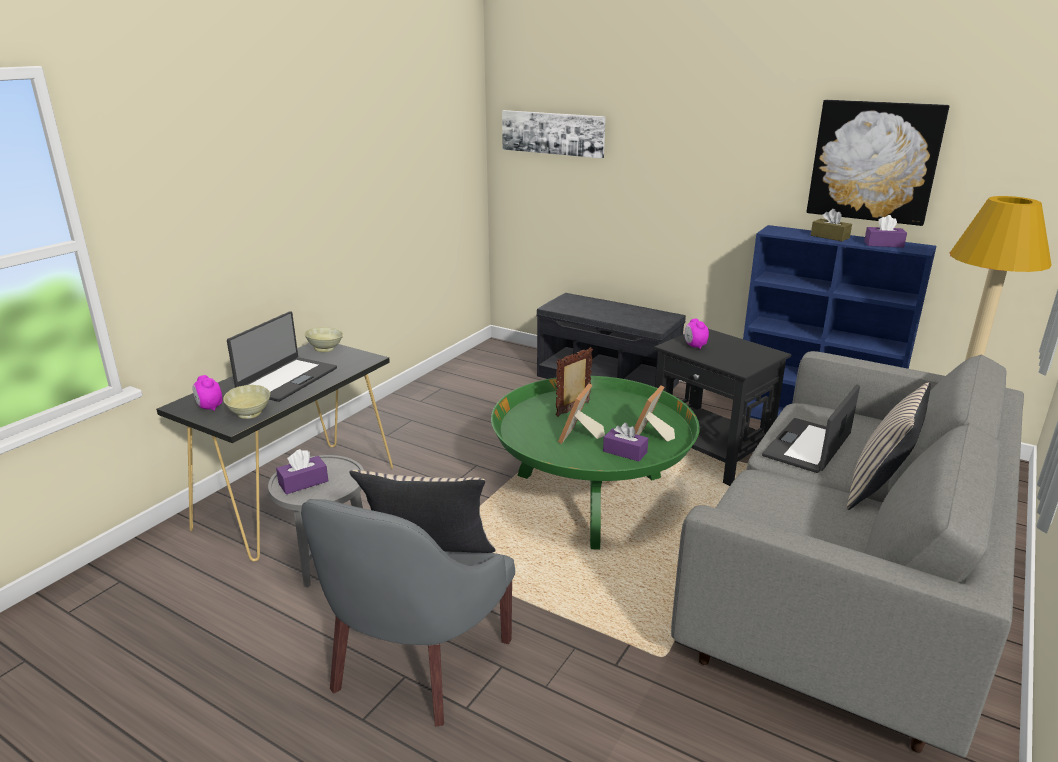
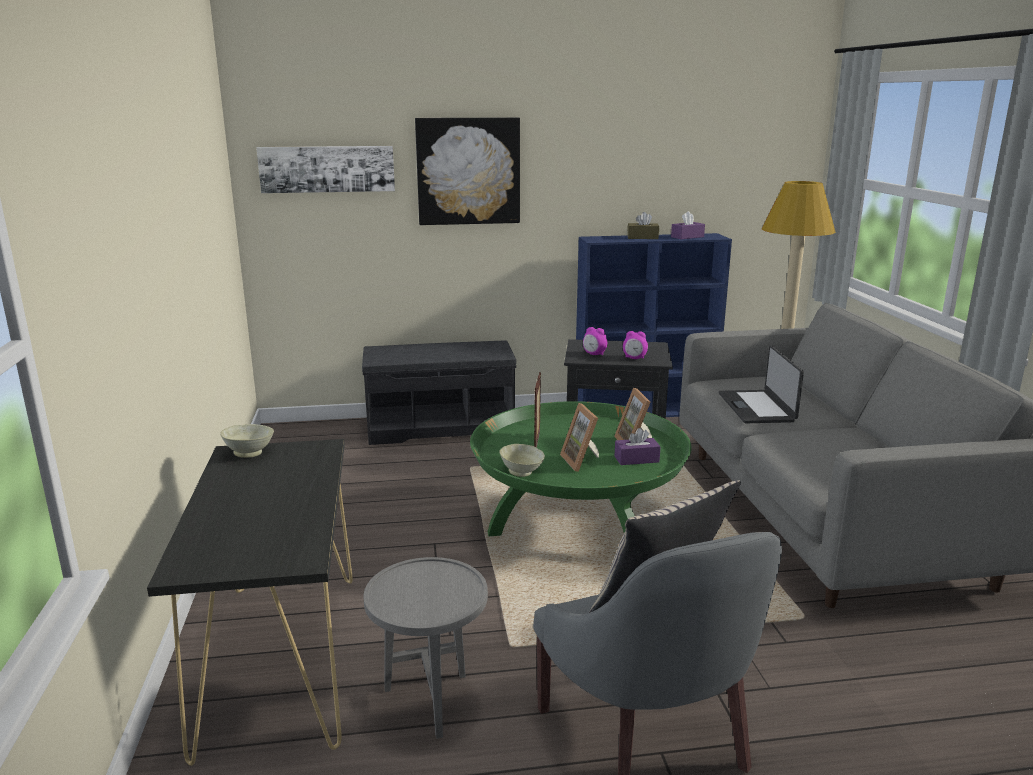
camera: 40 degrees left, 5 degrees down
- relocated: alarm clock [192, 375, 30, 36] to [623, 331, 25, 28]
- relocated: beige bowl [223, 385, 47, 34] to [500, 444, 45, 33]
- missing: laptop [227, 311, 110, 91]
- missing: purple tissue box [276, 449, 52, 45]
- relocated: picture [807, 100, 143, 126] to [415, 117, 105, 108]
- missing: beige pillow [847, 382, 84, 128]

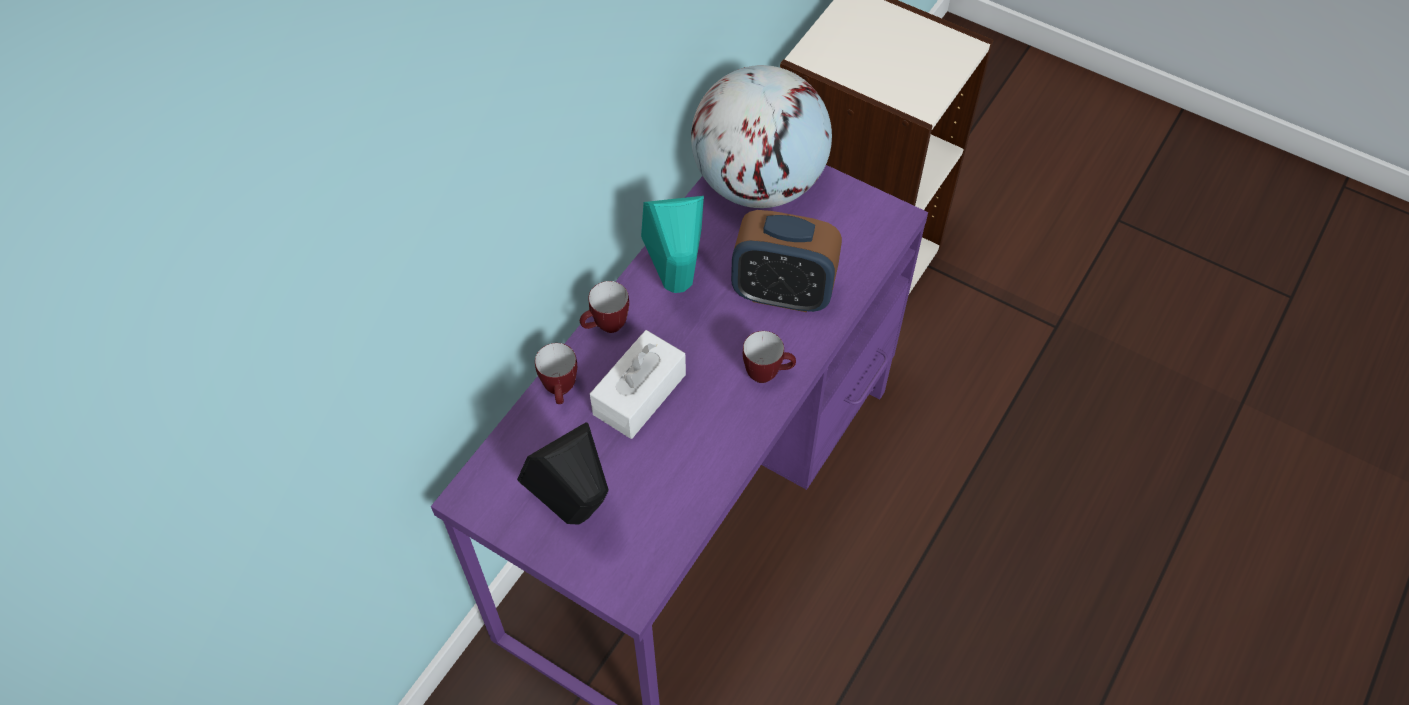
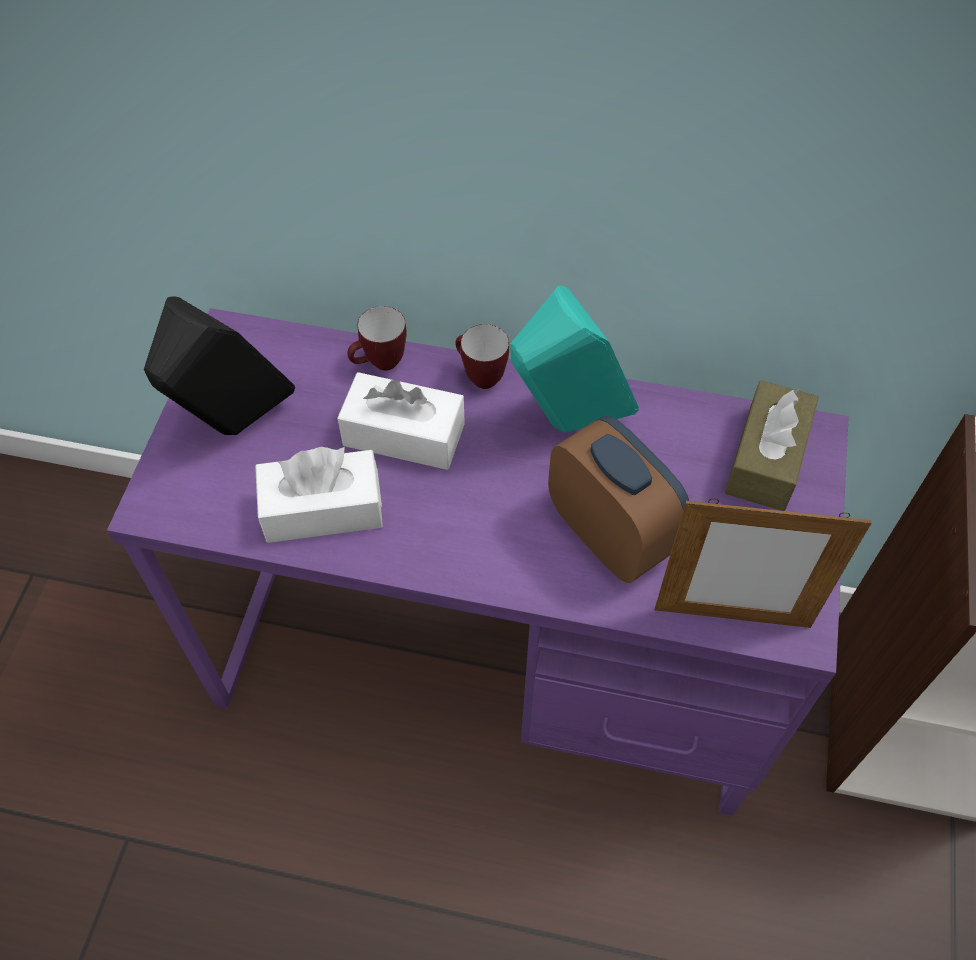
camera: 70 degrees right, 0 degrees up
- exchanged: globe [691, 65, 141, 143] to brown tissue box [725, 380, 94, 131]
- spun: alarm clock [731, 210, 111, 102] = [548, 416, 141, 167] 150 degrees clockwise
- missing: mug [743, 331, 53, 52]
- appeared: white tissue box [255, 447, 128, 96]
- appeared: picture frame [655, 498, 217, 130]

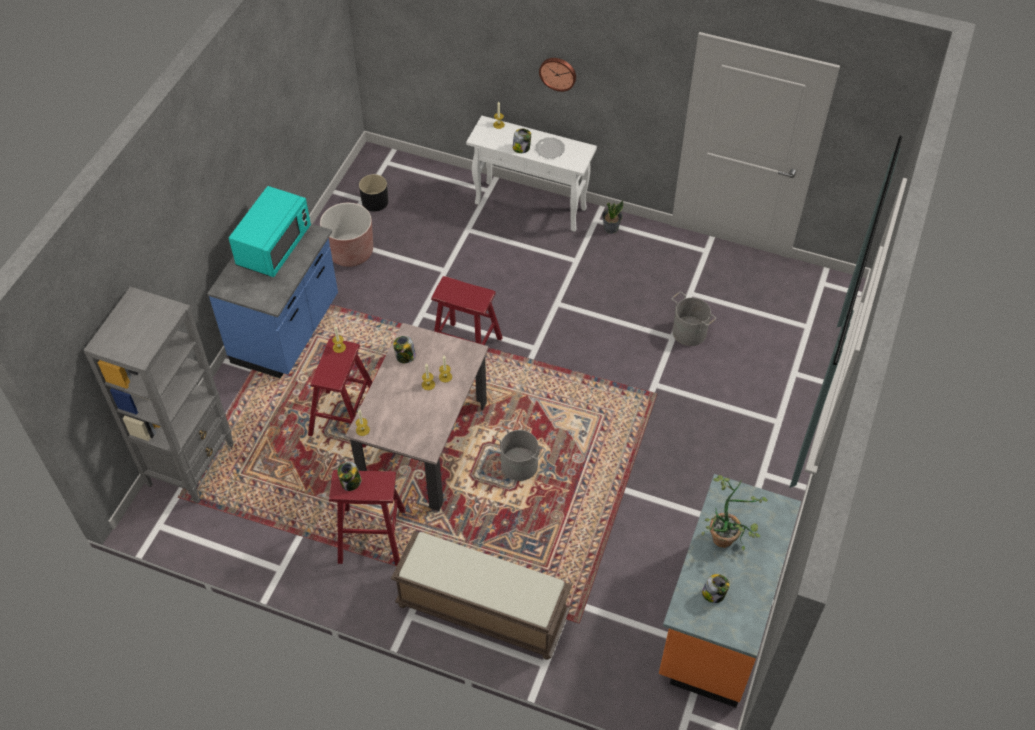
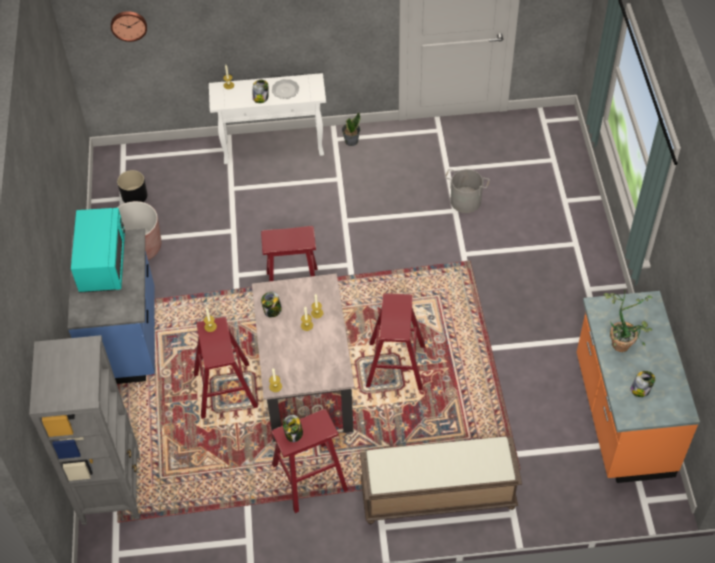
camera: 25 degrees left, 0 degrees up
- exchanged: grey bucket [494, 427, 52, 54] to red stool [366, 293, 59, 97]
- relocated: wall clock [539, 58, 37, 34] to [111, 11, 36, 31]

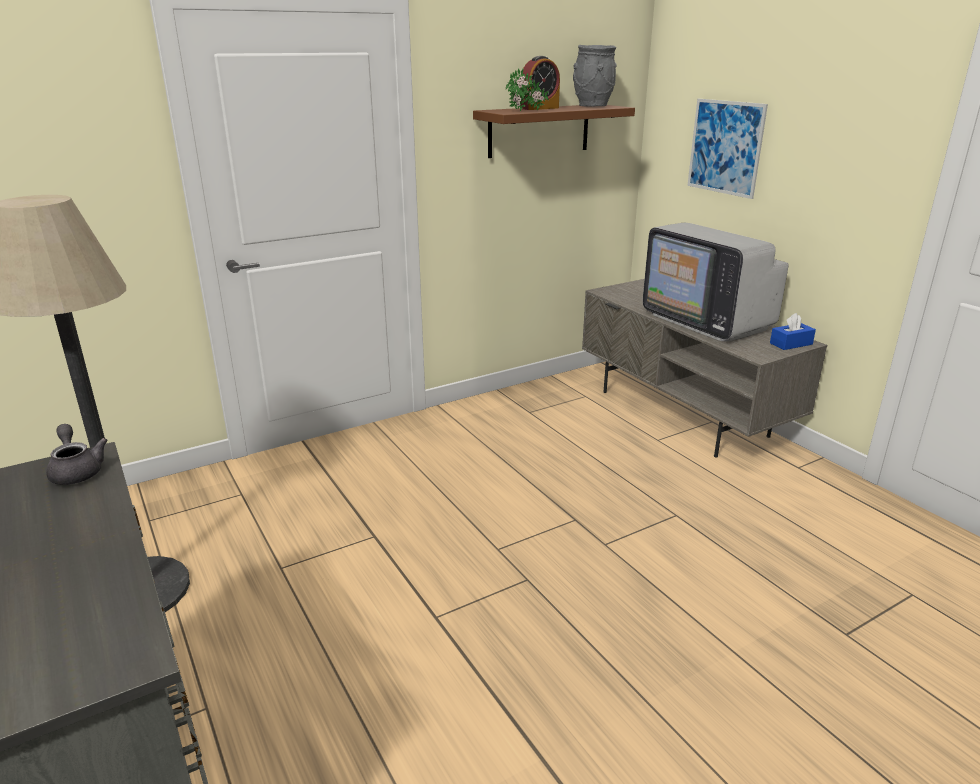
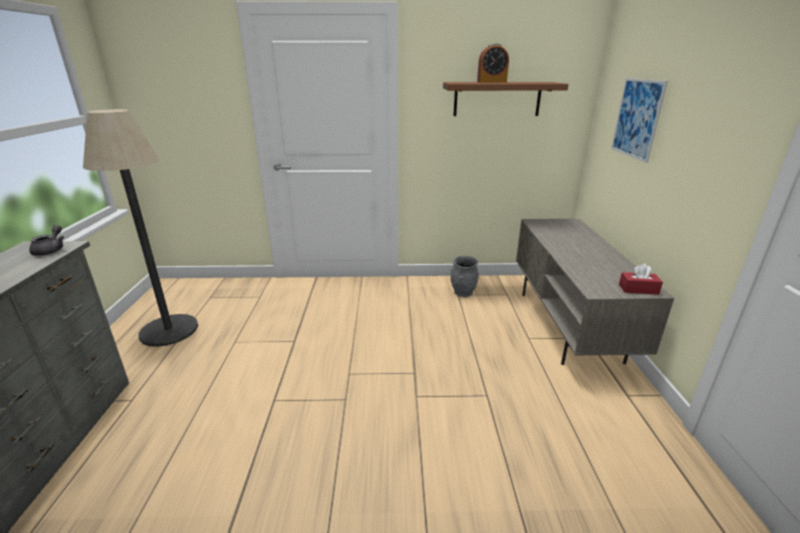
camera: 30 degrees right, 0 degrees up
- missing: potted plant [506, 68, 43, 44]
- relocated: grey vase [573, 45, 44, 62] to [450, 256, 29, 41]
- missing: television [643, 223, 146, 118]
- colour: blue tissue box [770, 313, 46, 37] to red tissue box [619, 264, 44, 31]

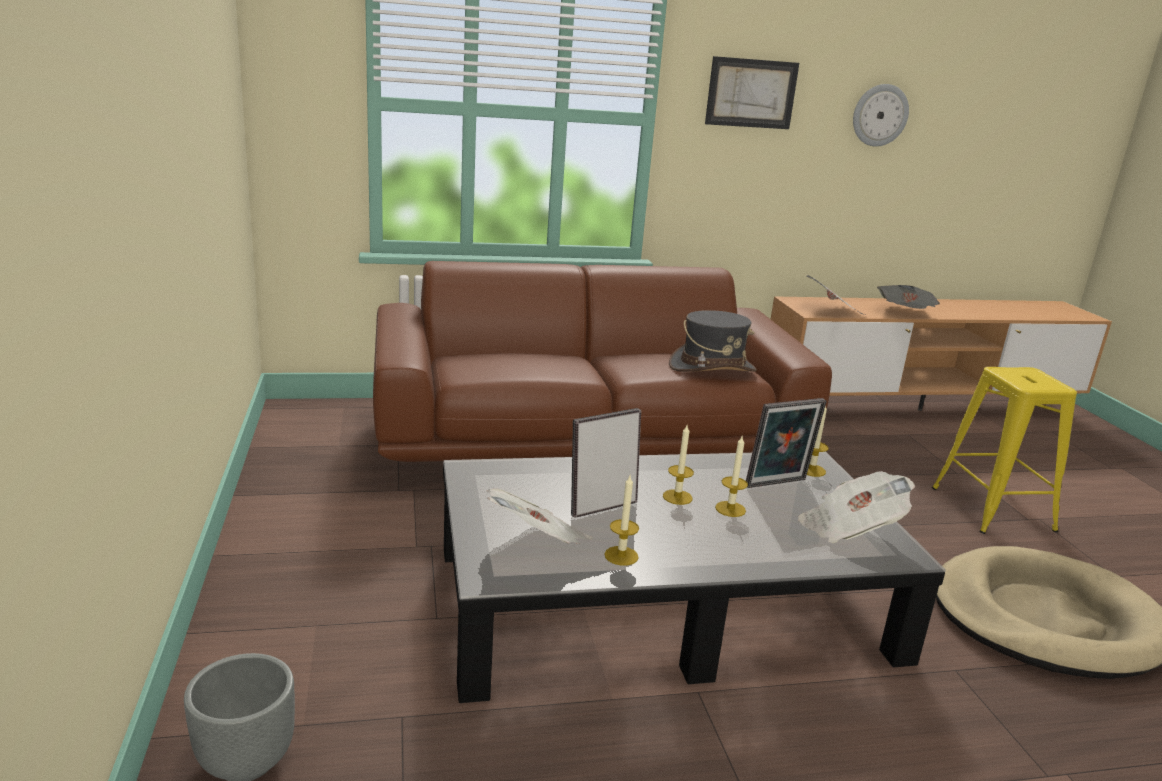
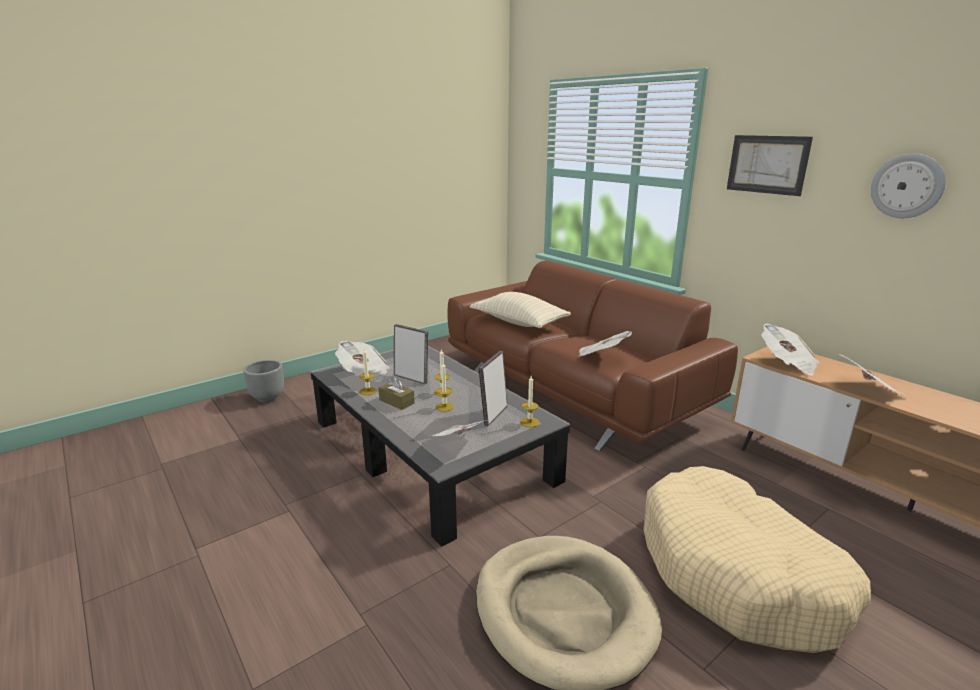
camera: 65 degrees right, 0 degrees up
- exchanged: grey hat [669, 310, 87, 62] to newspaper [579, 331, 53, 26]
- spun: picture frame [746, 398, 81, 90] = [478, 351, 29, 75] 75 degrees clockwise
- exchanged: yellow stool [932, 367, 145, 167] to beige dog bed [644, 466, 227, 187]
- appeared: brown tissue box [378, 376, 37, 34]
- appeared: beige pillow [470, 292, 101, 36]

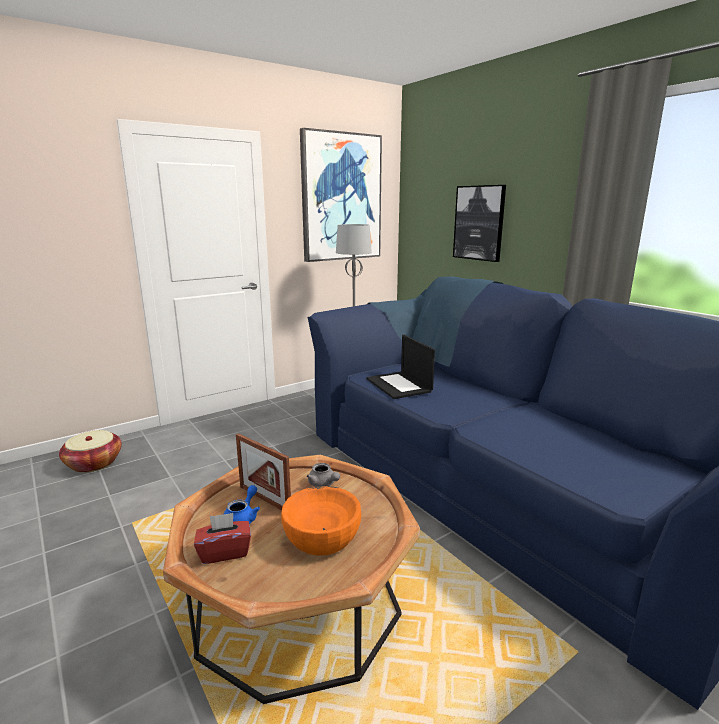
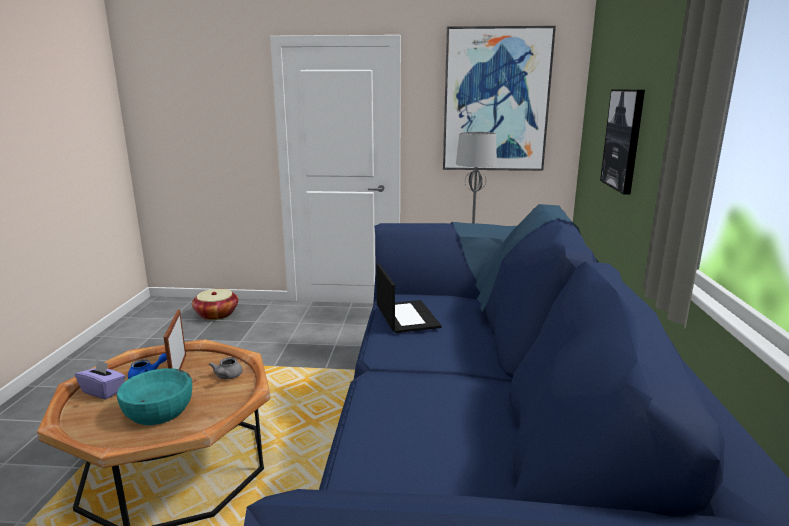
camera: 40 degrees right, 0 degrees up
- colour: red tissue box [194, 513, 57, 51] to purple tissue box [75, 360, 51, 40]
- colour: orange bowl [281, 486, 80, 70] to turquoise bowl [117, 368, 75, 57]
- spun: laptop [366, 335, 69, 64] = [376, 263, 65, 70] 150 degrees clockwise

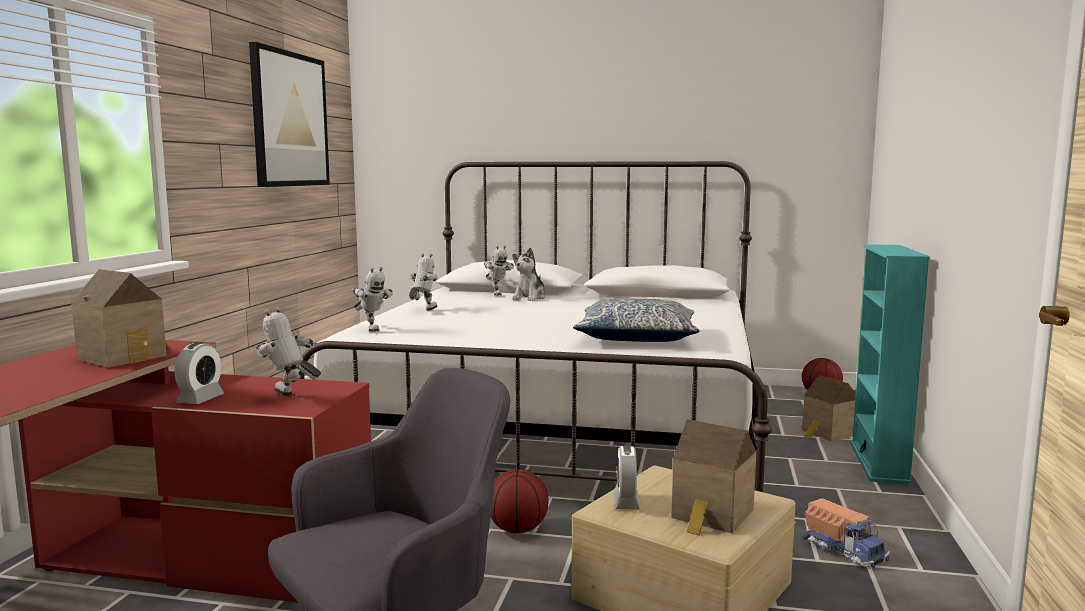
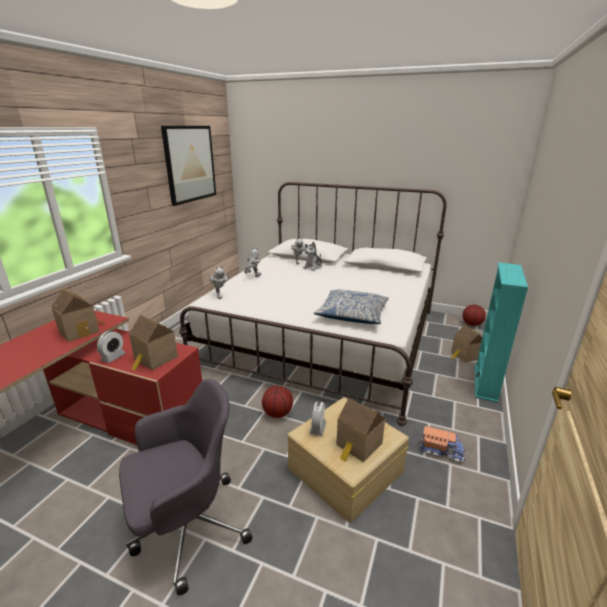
camera: 10 degrees right, 15 degrees up
- exchanged: toy robot [256, 307, 65, 89] to toy house [129, 315, 49, 56]
- spun: toy truck [803, 498, 87, 71] = [419, 426, 46, 36] 45 degrees counterclockwise

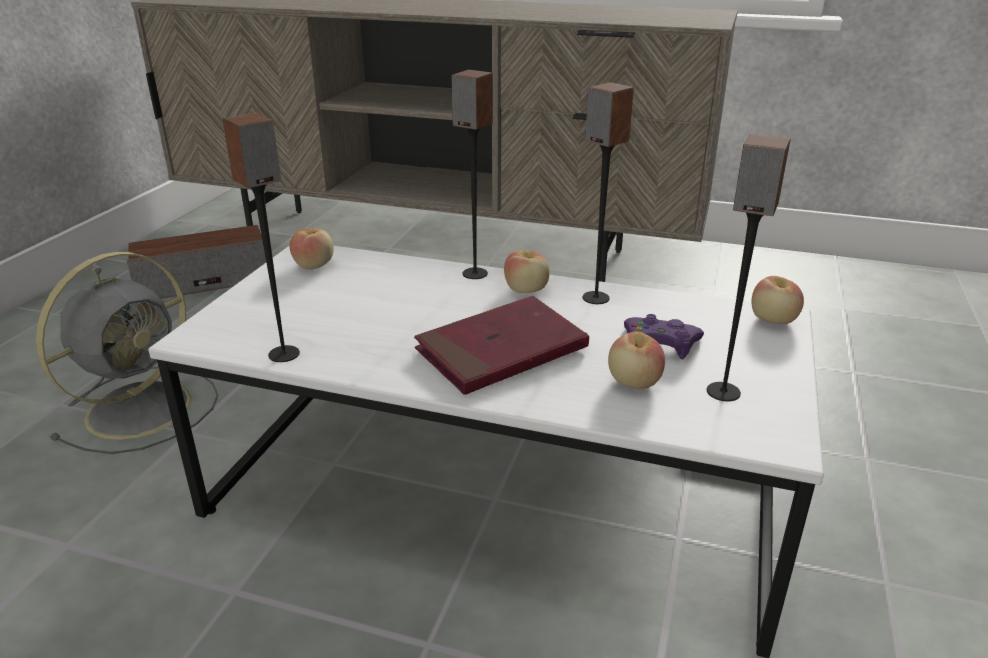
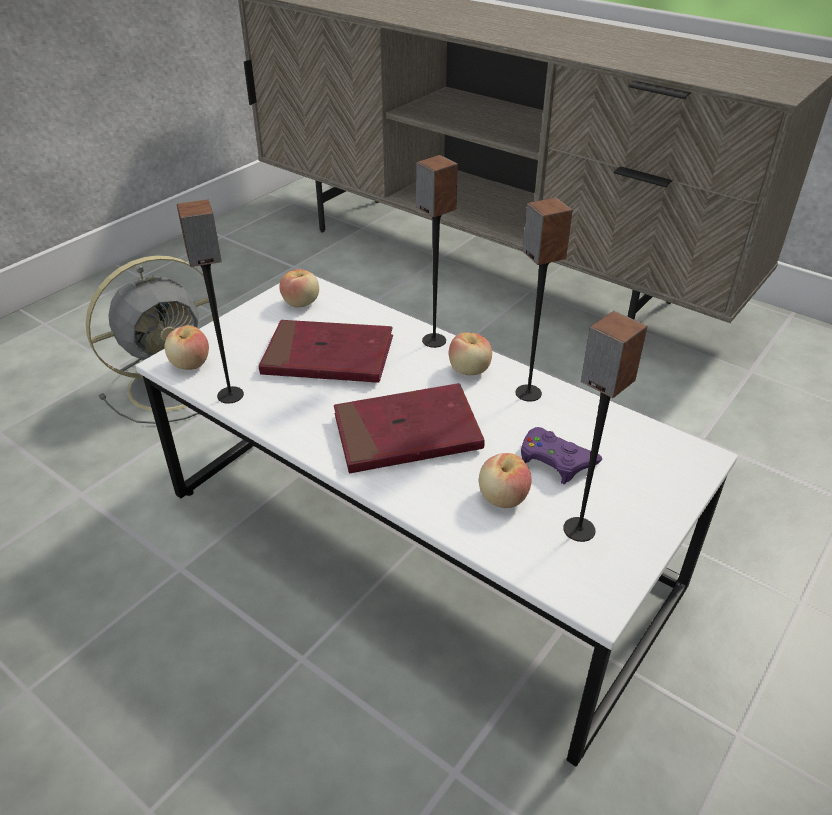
camera: 20 degrees right, 10 degrees up
- missing: speaker [127, 225, 139, 74]
- relocated: apple [751, 276, 53, 48] to [165, 325, 44, 45]
- appeared: red book [259, 320, 134, 63]

